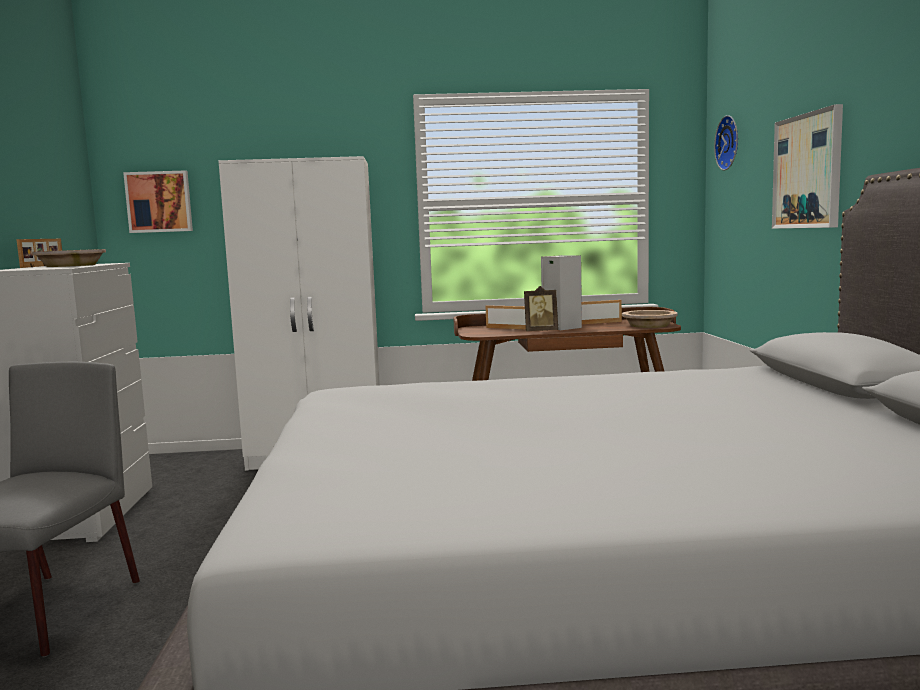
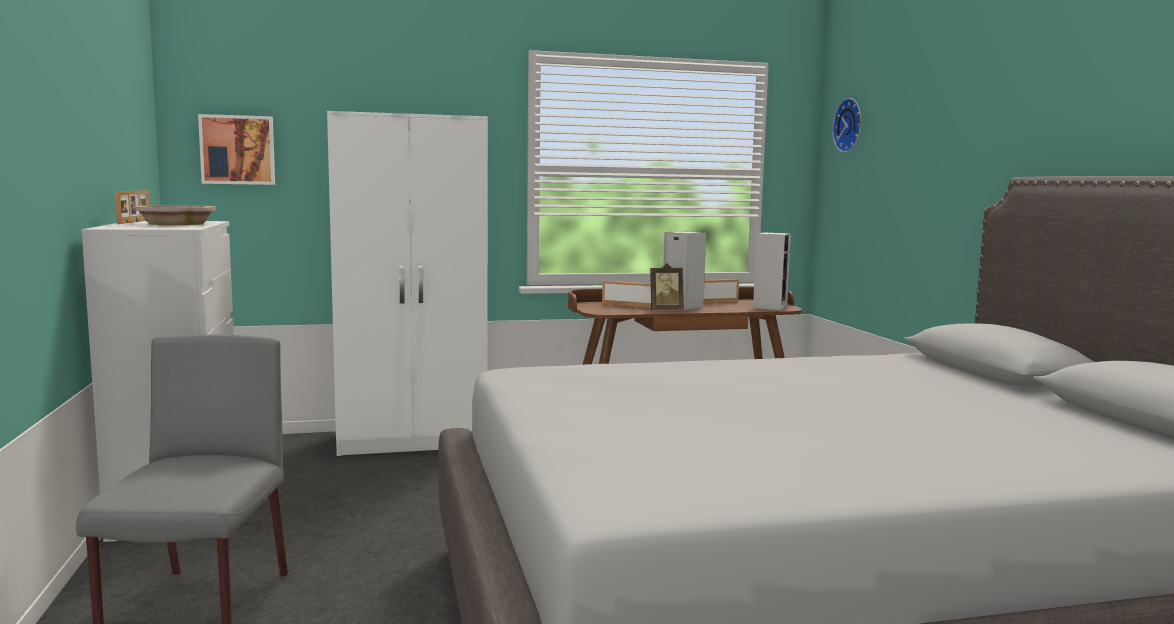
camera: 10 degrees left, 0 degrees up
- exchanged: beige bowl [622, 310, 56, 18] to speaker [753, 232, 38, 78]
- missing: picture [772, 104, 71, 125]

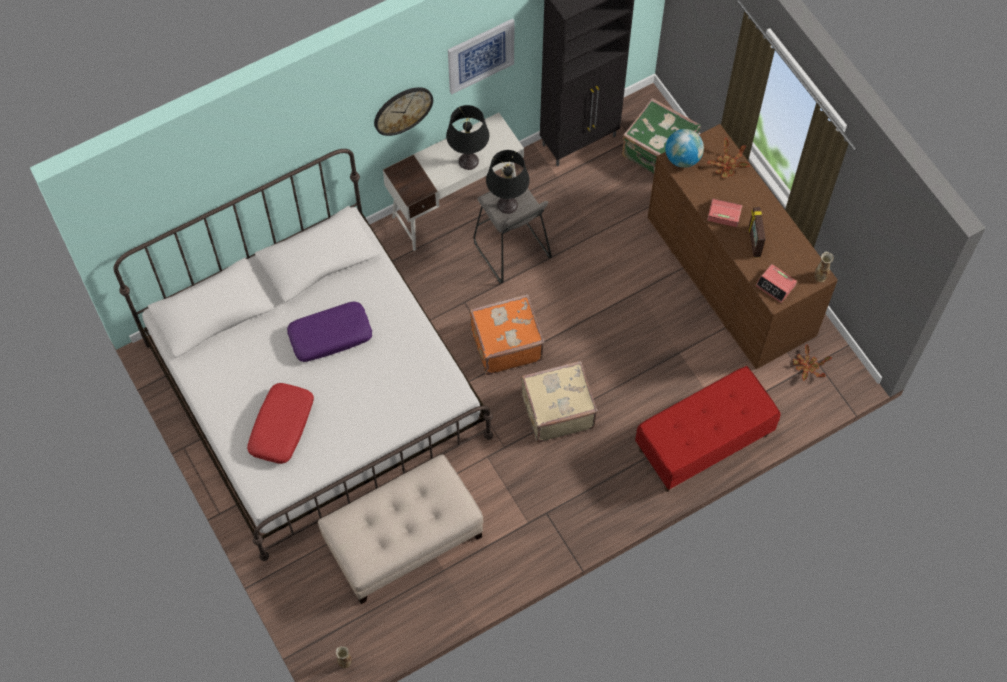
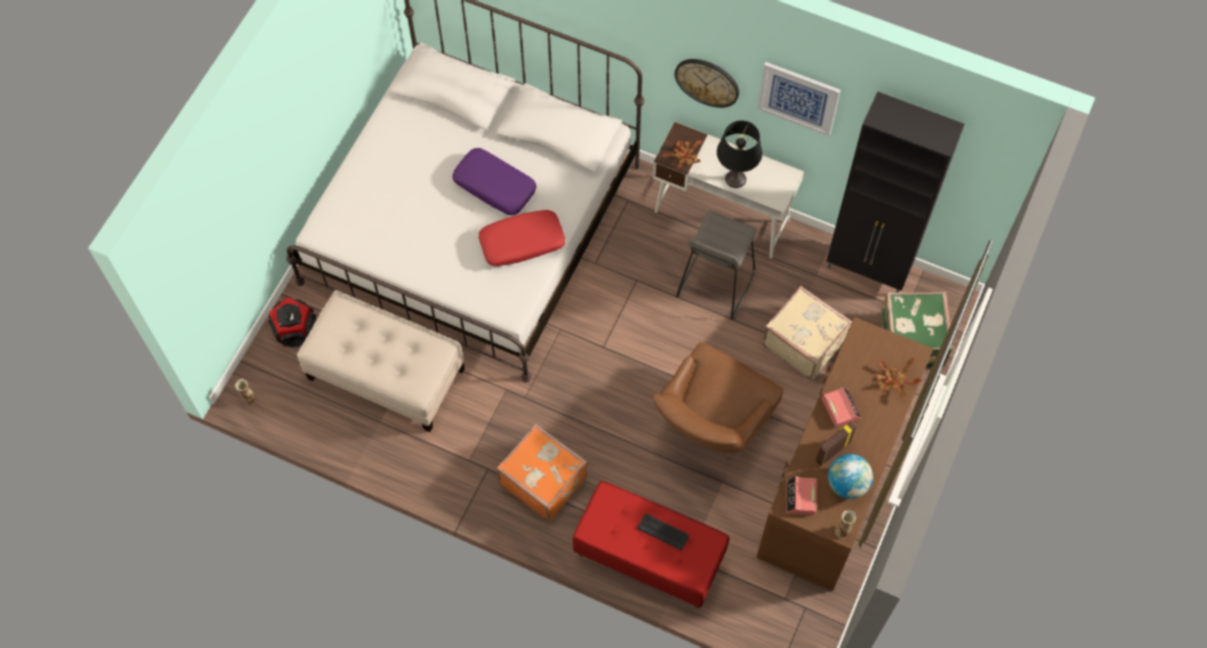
camera: 55 degrees right, 0 degrees up
- relocated: red pillow [247, 383, 67, 81] to [479, 210, 86, 56]
- relocated: orange suitcase [469, 294, 76, 81] to [497, 424, 91, 97]
- missing: black table lamp [486, 150, 44, 64]
- relocated: beige suitcase [521, 361, 77, 81] to [762, 286, 90, 94]
- relocated: globe [665, 129, 39, 39] to [828, 454, 45, 45]
- relocated: potted plant [793, 344, 39, 37] to [663, 140, 39, 29]
- appeared: speaker [268, 297, 48, 50]
- appeared: keyboard [638, 514, 51, 36]
- appeared: brown armchair [652, 342, 132, 118]

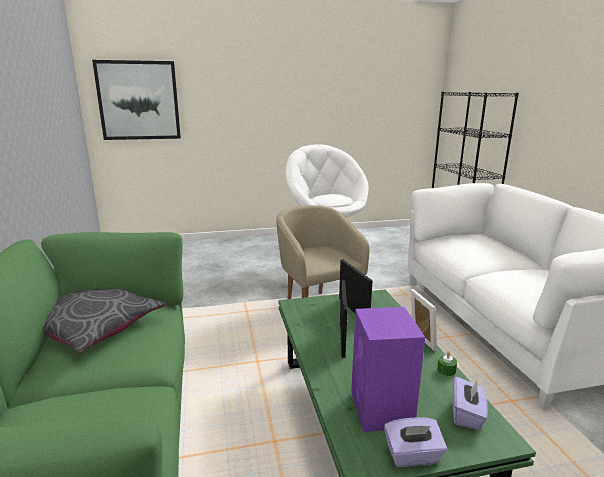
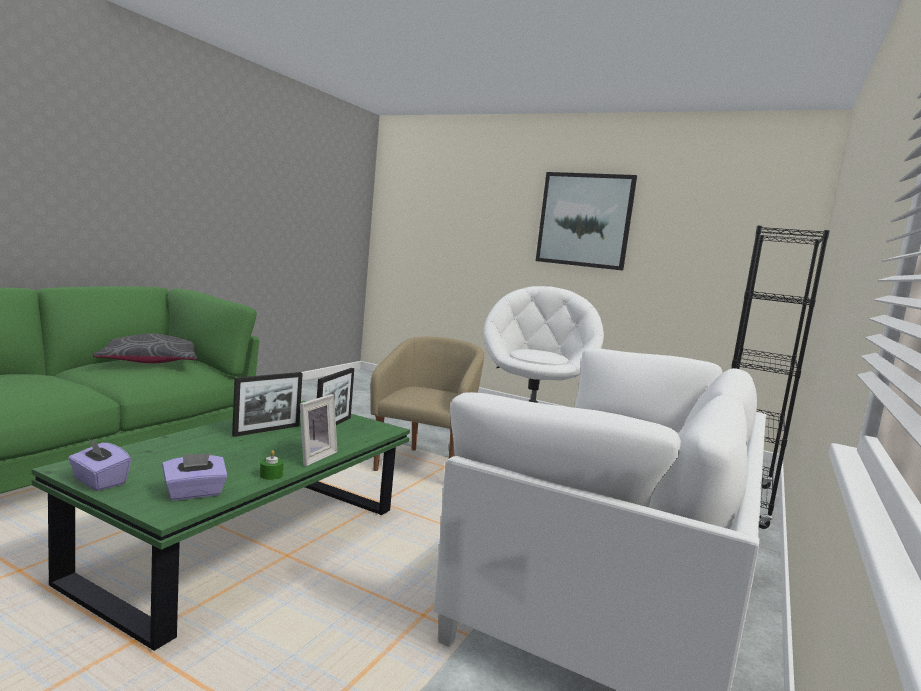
camera: 40 degrees right, 10 degrees down
- relocated: picture [92, 60, 89, 80] to [536, 172, 101, 99]
- missing: purple speaker [351, 307, 74, 125]

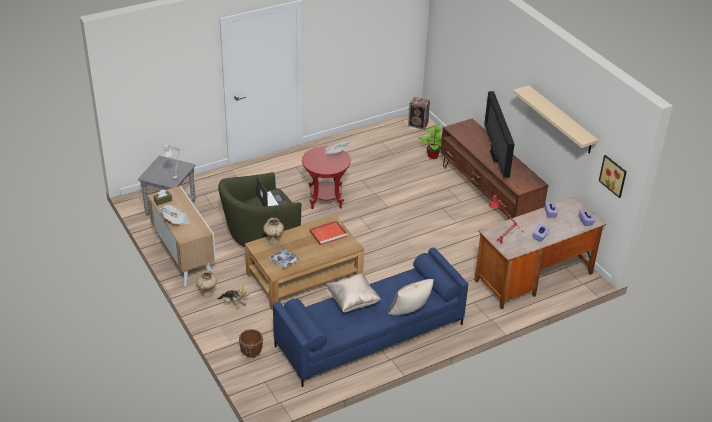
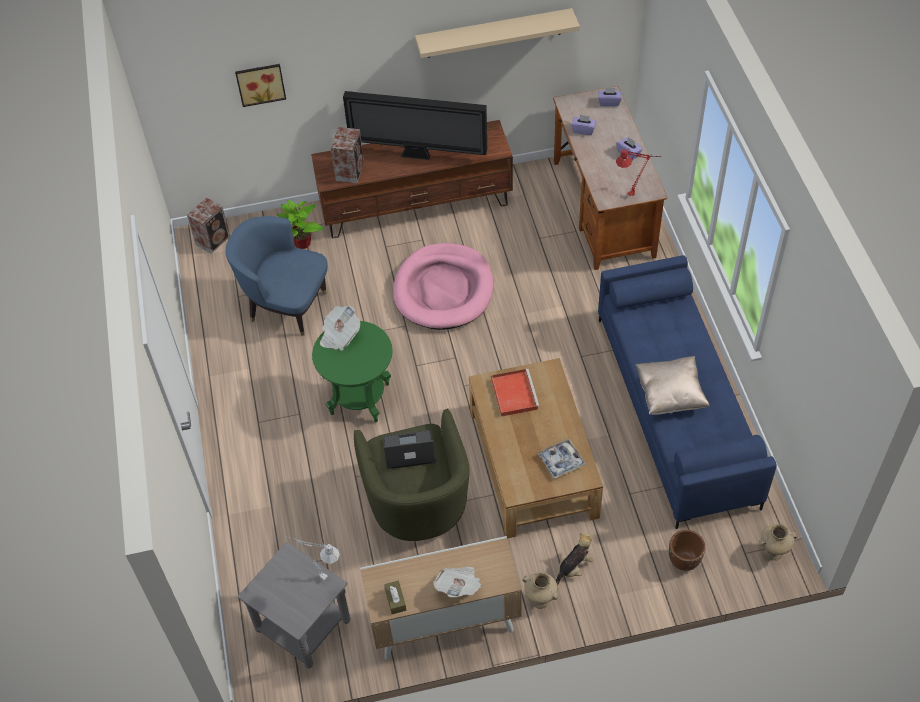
camera: 70 degrees left, 15 degrees up
- relocated: beige vase [263, 217, 21, 28] to [759, 524, 38, 37]
- colour: red side table [302, 146, 49, 63] to green side table [312, 321, 80, 101]
- missing: beige pillow [388, 279, 46, 36]
- relocated: picture [599, 155, 28, 43] to [235, 64, 51, 43]
- appeared: blue armchair [225, 216, 103, 120]
- appeared: speaker [331, 127, 33, 56]
- appeared: pink dog bed [393, 243, 100, 87]

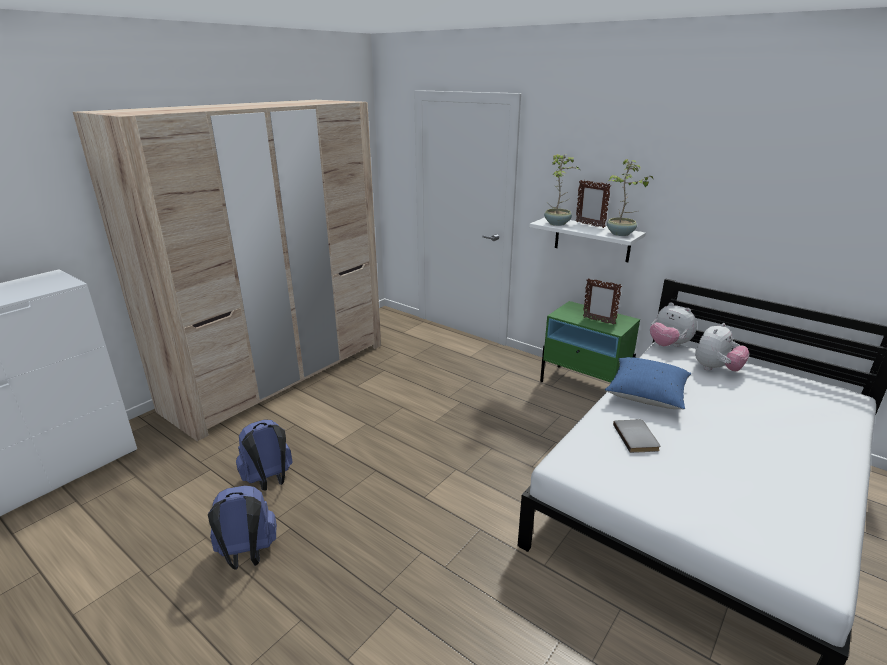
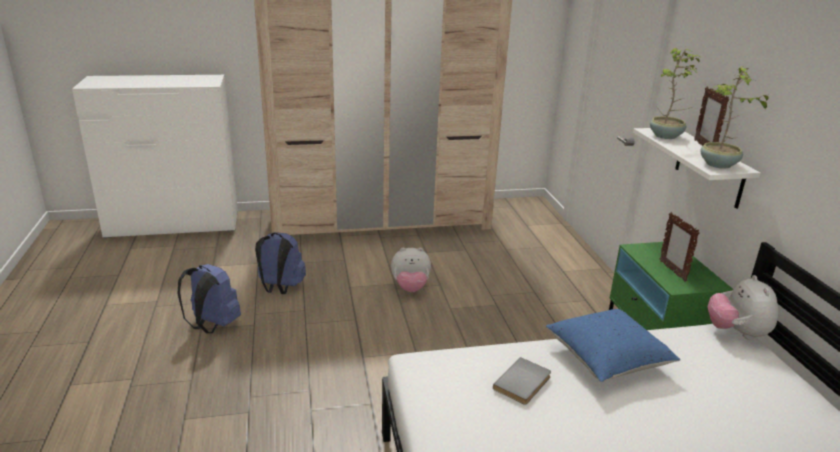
camera: 40 degrees right, 0 degrees up
- relocated: plush toy [695, 323, 55, 49] to [391, 248, 40, 45]

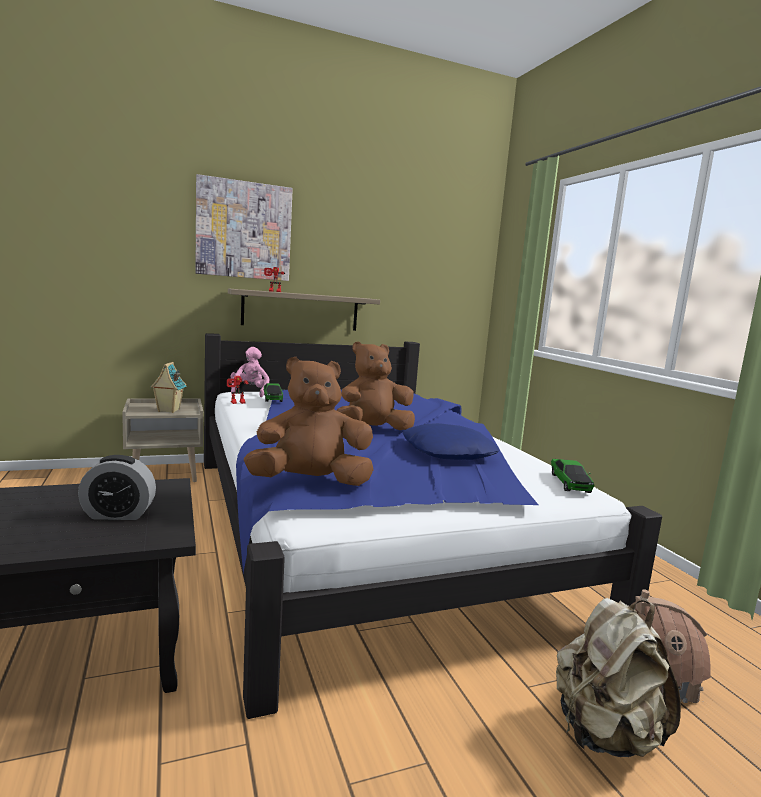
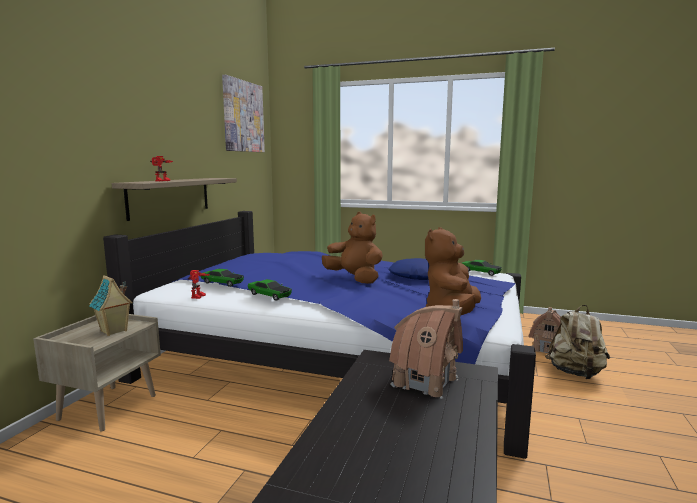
camera: 50 degrees left, 0 degrees up
- exchanged: alarm clock [78, 455, 78, 65] to toy house [389, 299, 74, 100]
- relocated: picture [195, 174, 98, 107] to [222, 75, 43, 77]
- missing: pink plush toy [230, 347, 39, 50]
- spun: brown plush toy [336, 341, 79, 89] = [322, 212, 61, 72] 120 degrees clockwise
- appeared: toy car [248, 279, 44, 22]

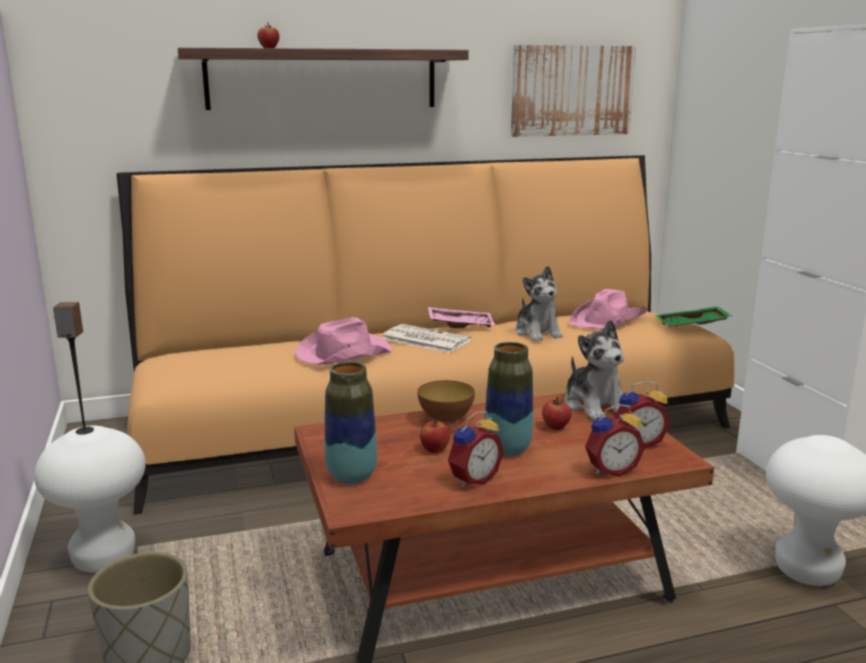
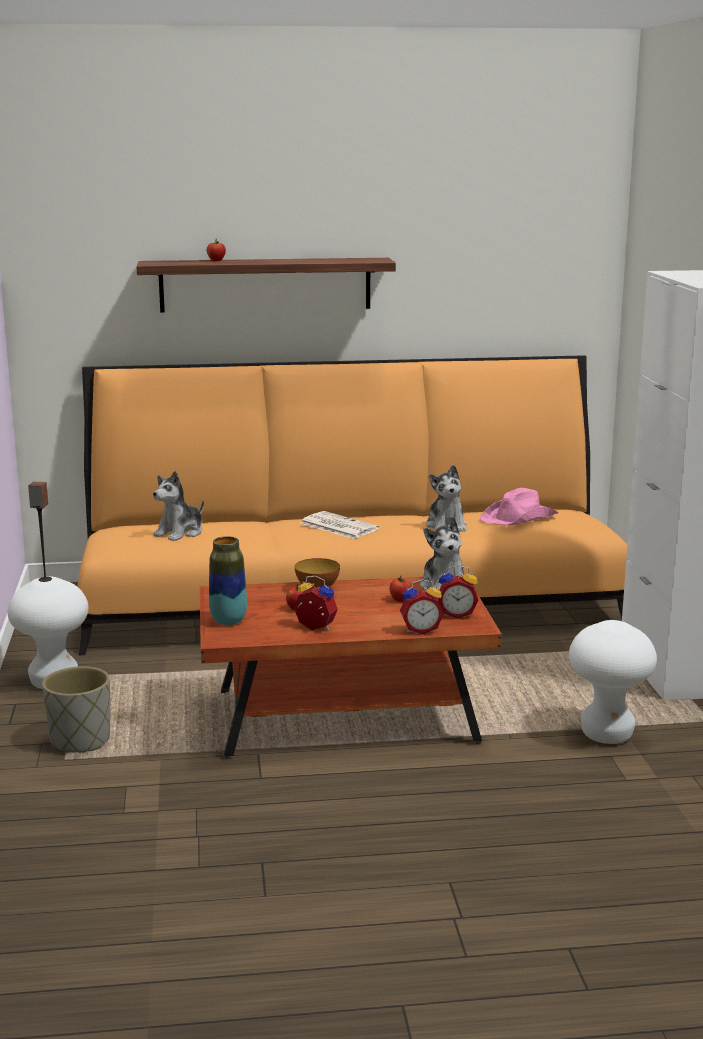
camera: 10 degrees right, 0 degrees up
- missing: pink hat [295, 317, 97, 47]
- missing: pink tray [428, 307, 67, 21]
- spun: alarm clock [448, 411, 56, 76] = [294, 576, 44, 54] 120 degrees counterclockwise
- missing: vase [484, 342, 49, 114]
- missing: picture [511, 45, 125, 92]
- missing: green tray [655, 306, 78, 20]
- appeared: plush toy [153, 471, 51, 70]

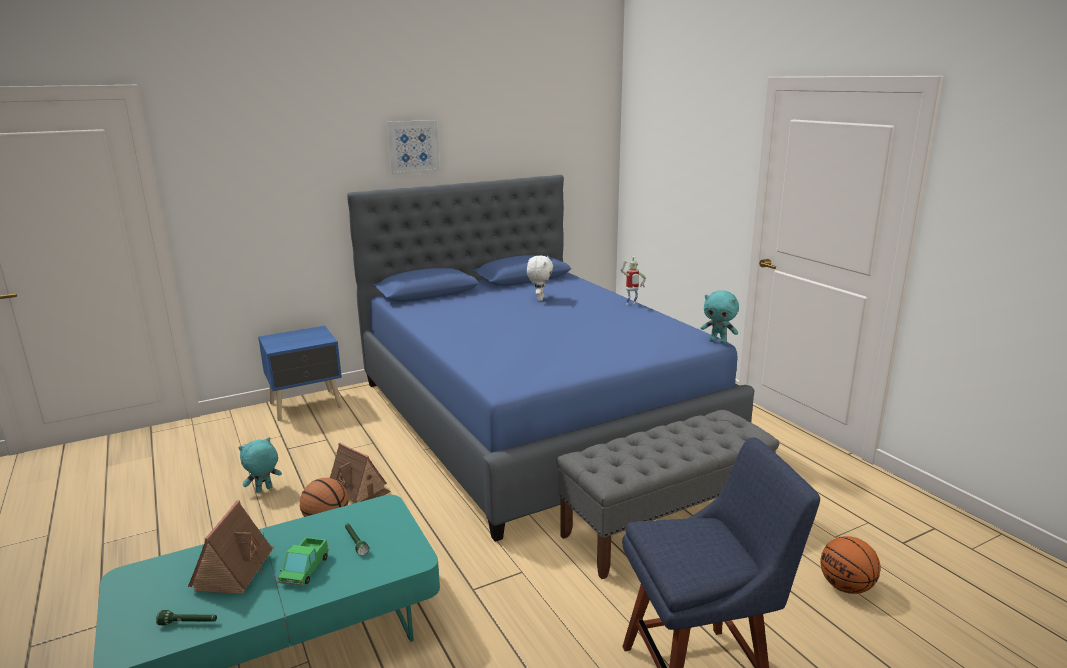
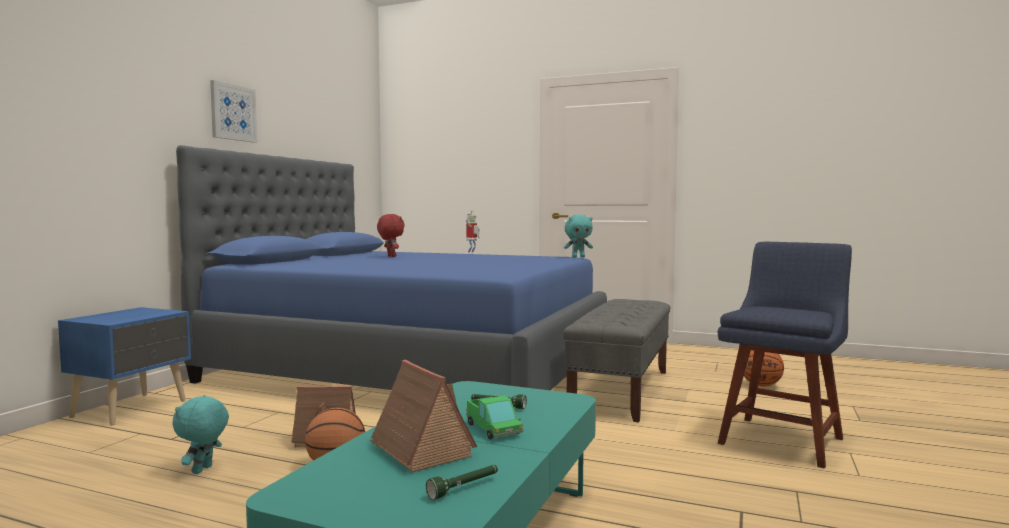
camera: 40 degrees left, 15 degrees down
- colour: white plush toy [527, 256, 26, 45] to red plush toy [377, 214, 28, 43]

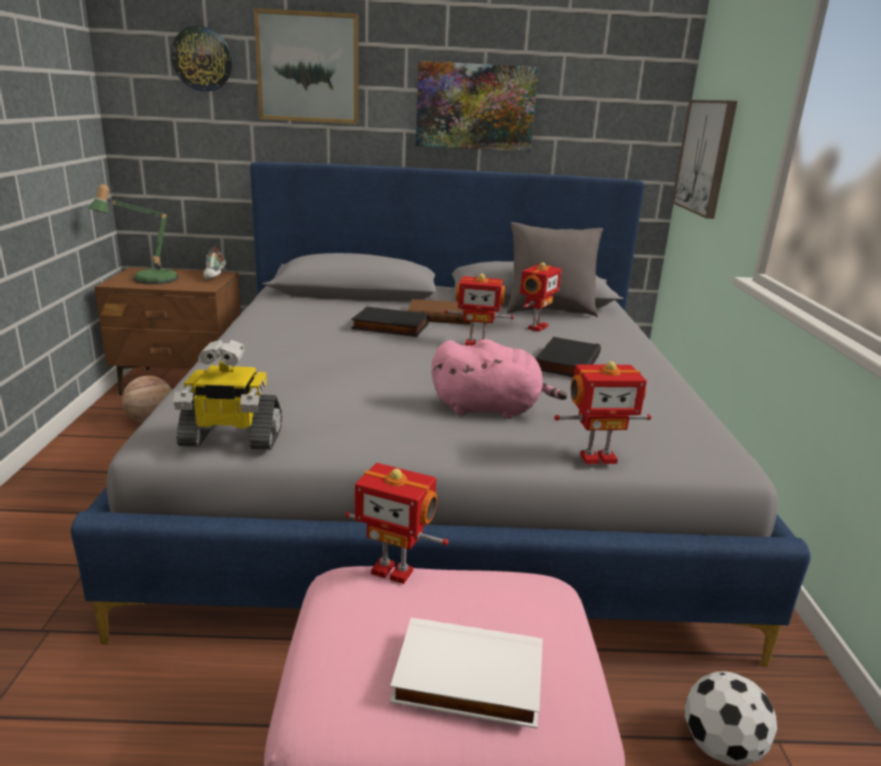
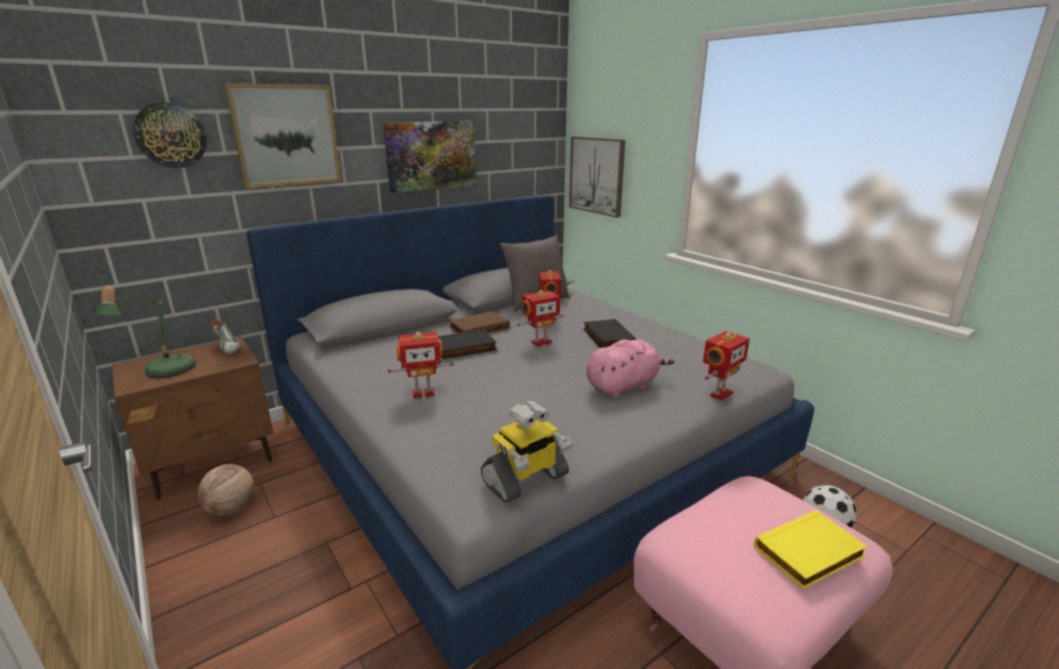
camera: 35 degrees left, 0 degrees up
- relocated: toy robot [345, 463, 104, 121] to [388, 332, 65, 67]
- colour: white book [390, 618, 153, 111] to yellow book [754, 510, 114, 79]

